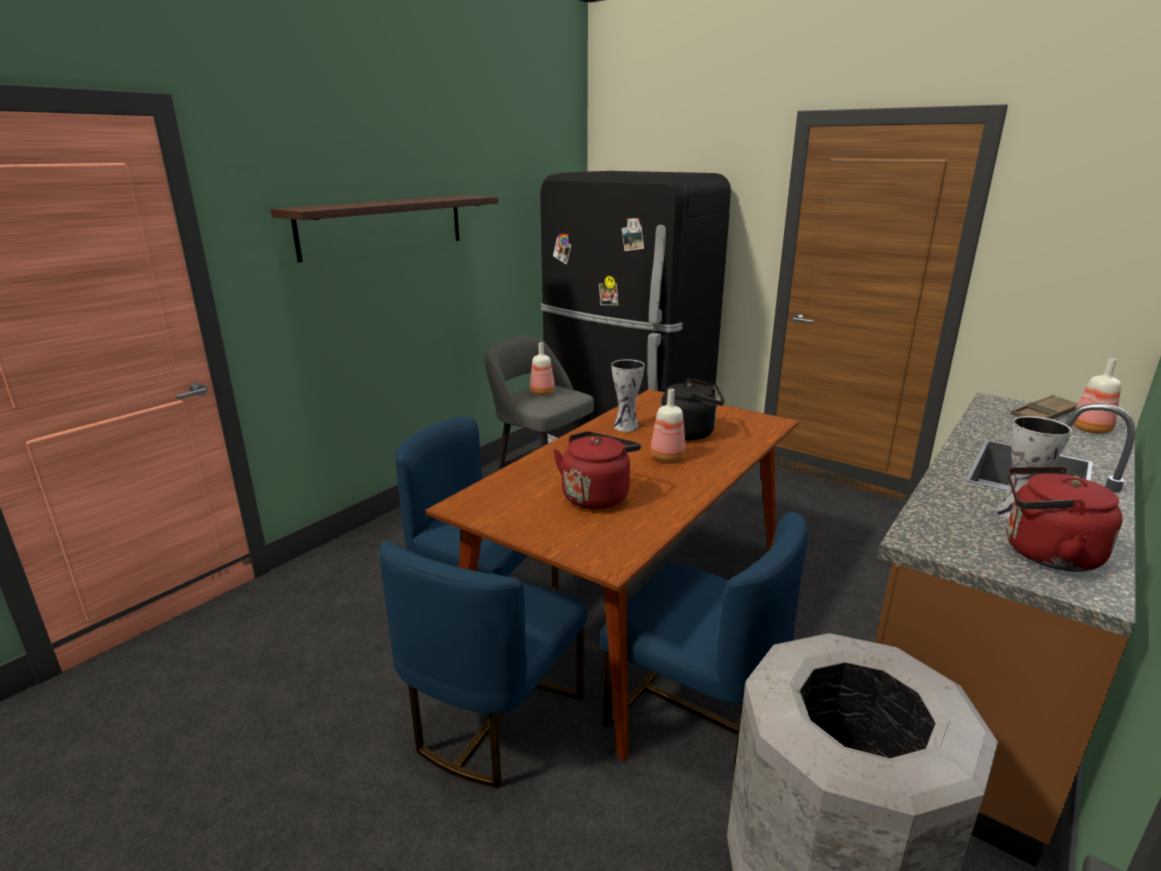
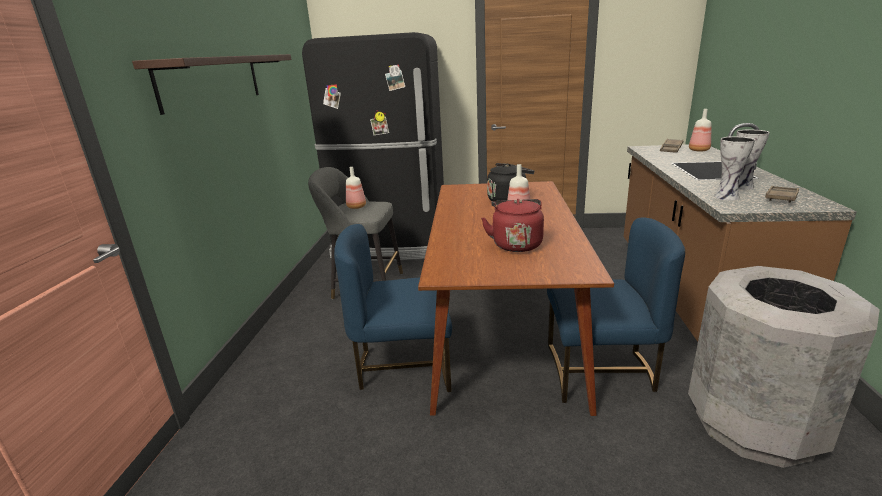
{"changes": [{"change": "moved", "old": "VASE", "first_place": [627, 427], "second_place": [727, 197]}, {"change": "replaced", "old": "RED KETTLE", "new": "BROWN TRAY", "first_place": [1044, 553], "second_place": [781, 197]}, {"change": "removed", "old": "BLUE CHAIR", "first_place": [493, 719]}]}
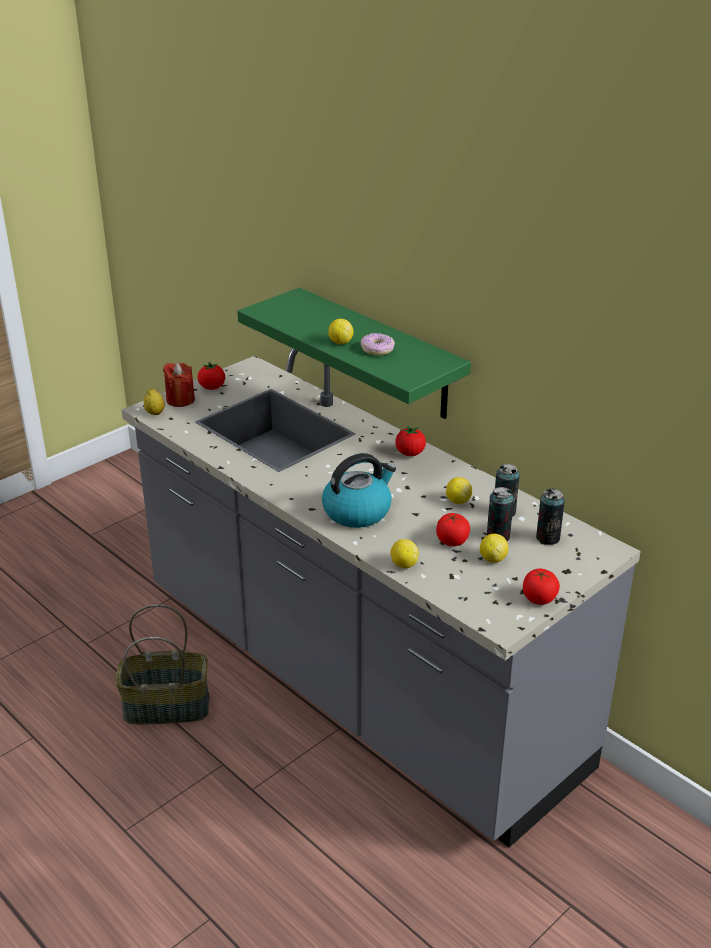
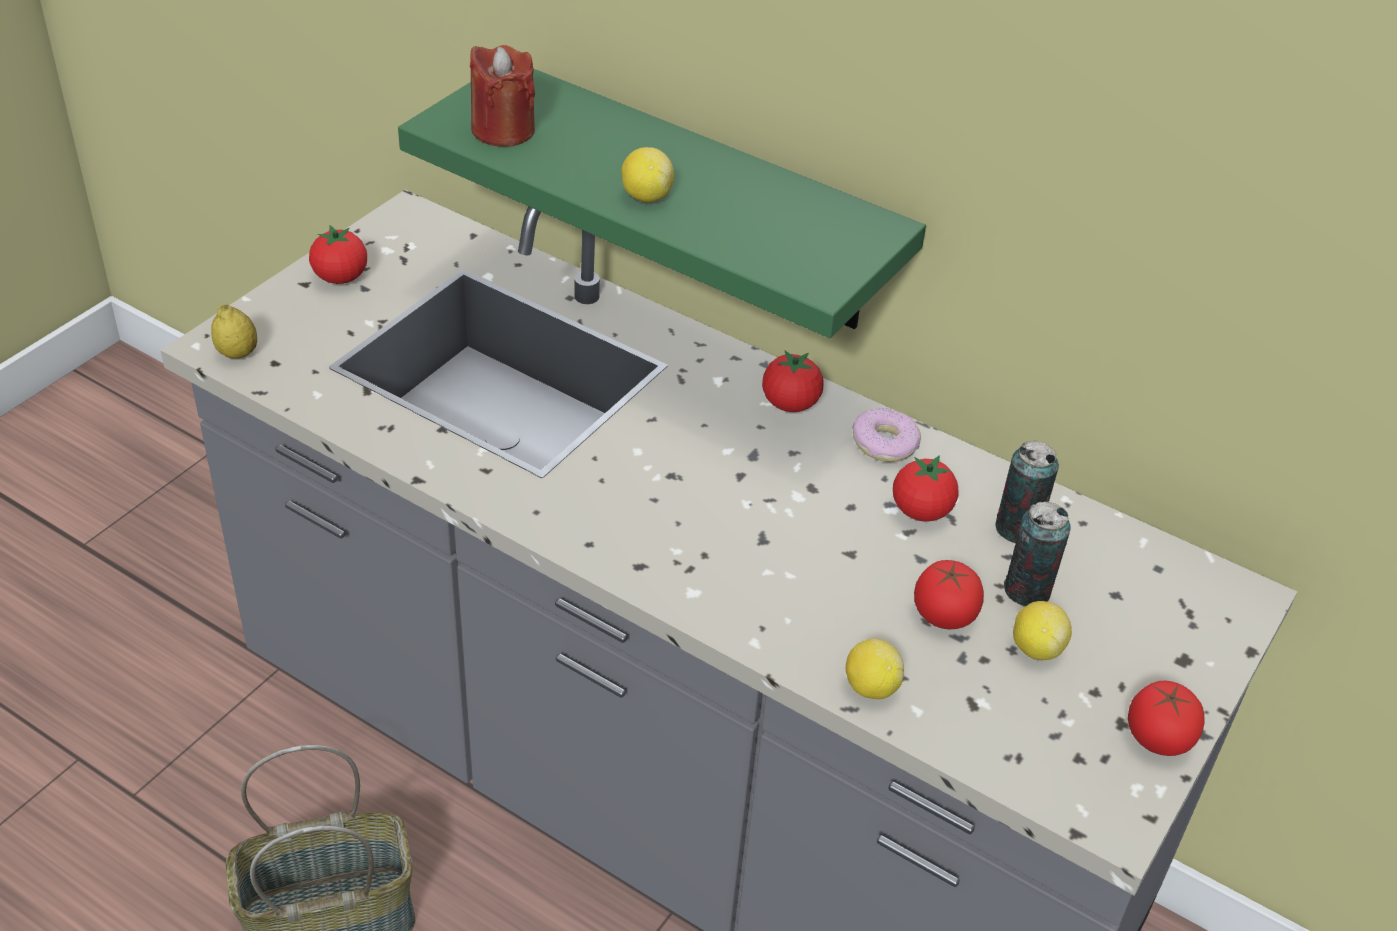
{"changes": [{"change": "moved", "old": "RED CANDLE", "first_place": [180, 400], "second_place": [503, 130]}, {"change": "moved", "old": "DONUT", "first_place": [377, 349], "second_place": [885, 443]}, {"change": "replaced", "old": "LEMON", "new": "TOMATO", "first_place": [458, 501], "second_place": [921, 511]}, {"change": "removed", "old": "KETTLE", "first_place": [357, 511]}, {"change": "removed", "old": "CAN", "first_place": [548, 538]}]}
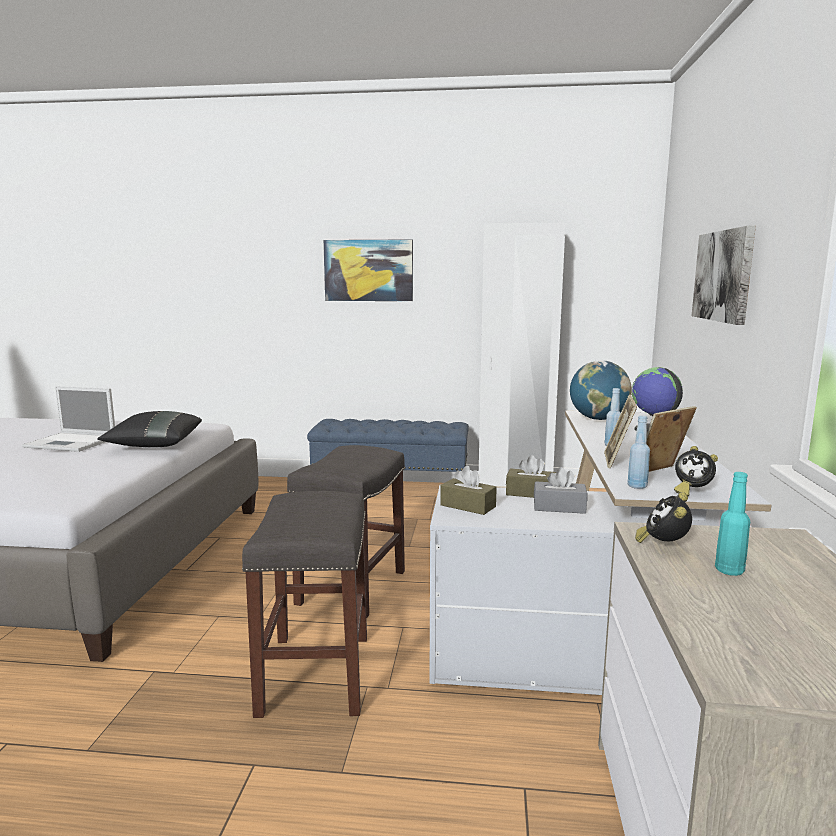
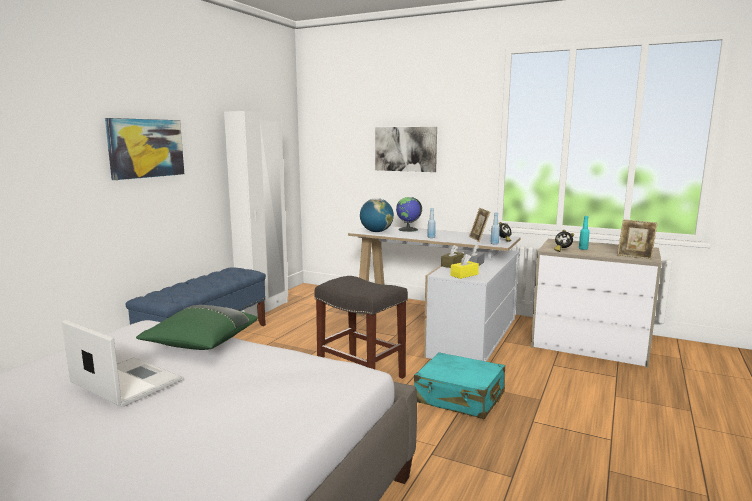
{"changes": [{"change": "turned", "old": "LAPTOP", "first_place": [72, 443], "second_place": [125, 382], "degrees": -90}, {"change": "recoloured", "old": "BLACK PILLOW", "new": "GREEN PILLOW", "first_place": [154, 444], "second_place": [200, 344]}, {"change": "replaced", "old": "GREY STOOL", "new": "TURQUOISE SUITCASE", "first_place": [316, 675], "second_place": [460, 398]}, {"change": "recoloured", "old": "BROWN TISSUE BOX", "new": "YELLOW TISSUE BOX", "first_place": [468, 506], "second_place": [464, 275]}, {"change": "moved", "old": "PICTURE FRAME", "first_place": [617, 461], "second_place": [635, 256]}]}
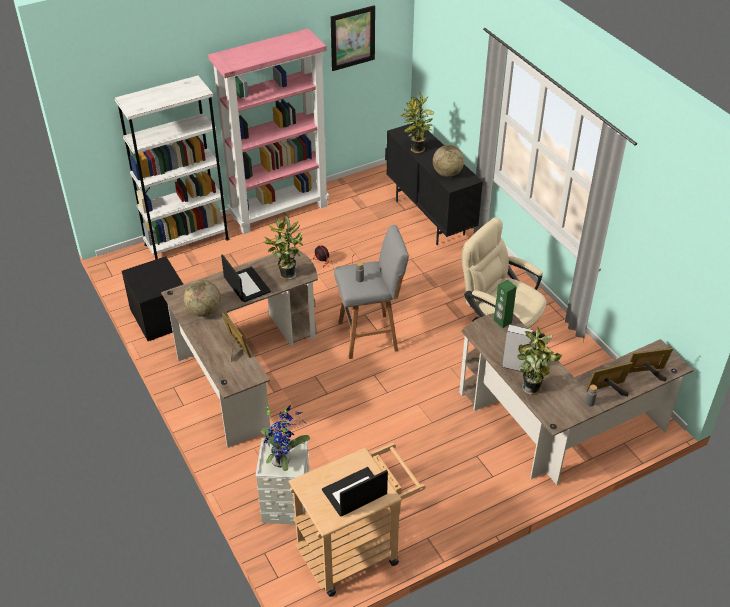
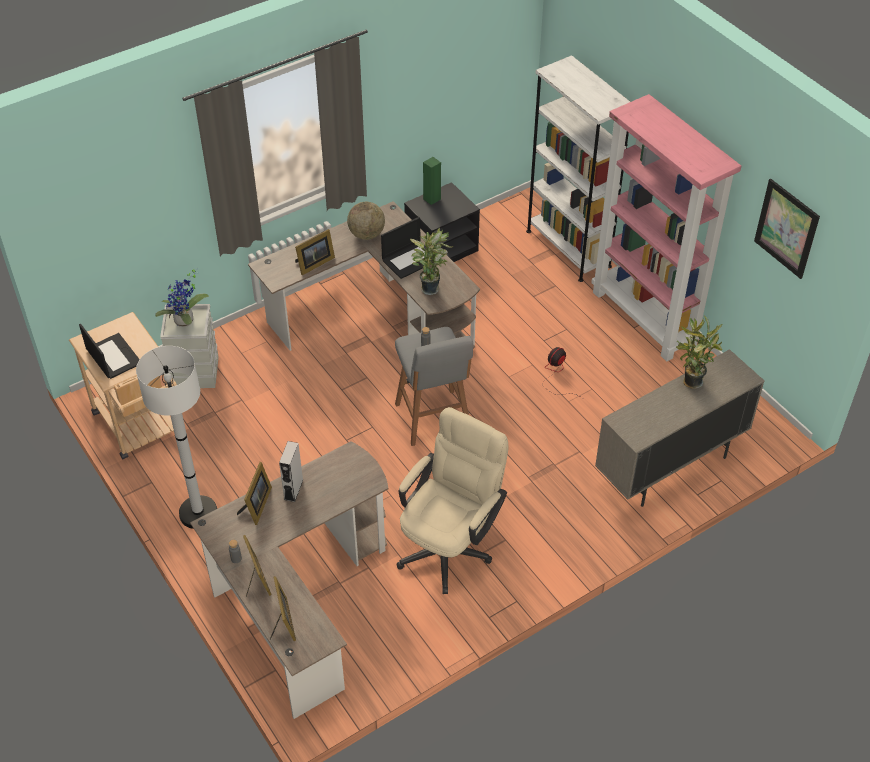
{"changes": [{"change": "added", "new": "WHITE FLOOR LAMP", "second_place": [198, 513]}, {"change": "replaced", "old": "POTTED PLANT", "new": "PICTURE FRAME", "first_place": [533, 390], "second_place": [257, 506]}, {"change": "moved", "old": "GREEN SPEAKER", "first_place": [502, 321], "second_place": [431, 199]}, {"change": "recoloured", "old": "BLACK CABINET", "new": "BEIGE CABINET", "first_place": [430, 218], "second_place": [669, 467]}, {"change": "removed", "old": "GLOBE", "first_place": [447, 173]}]}
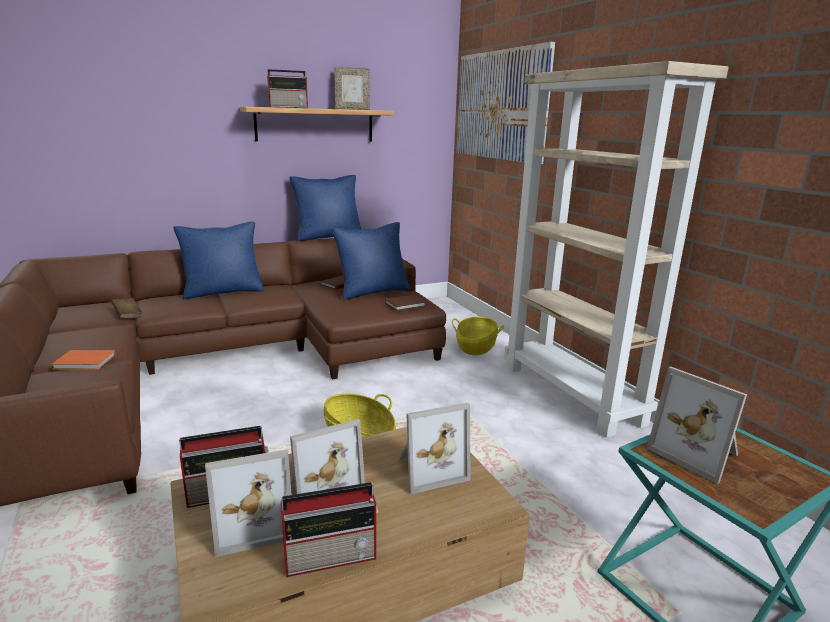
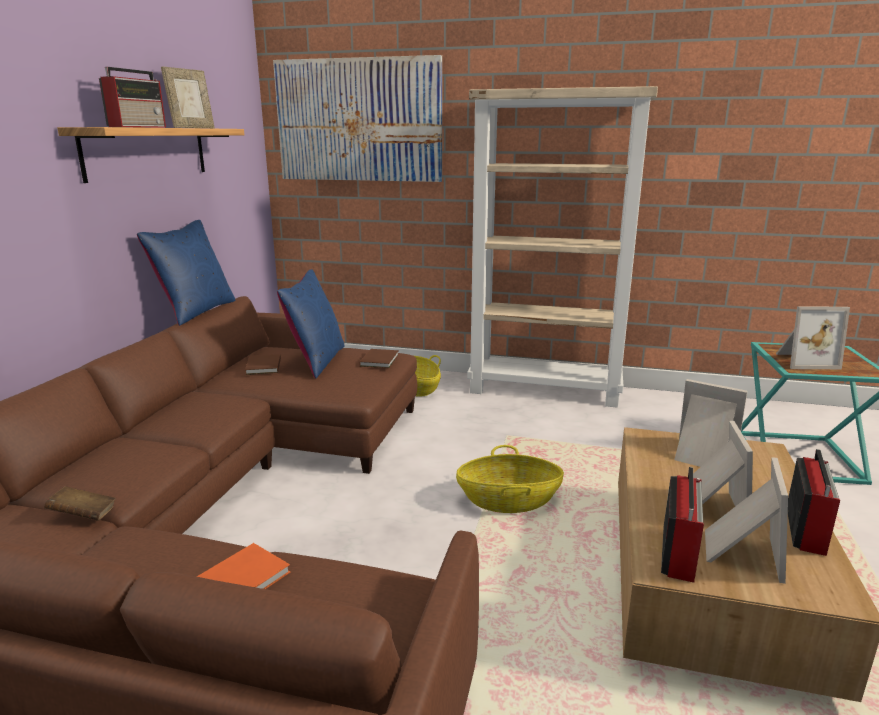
{"changes": [{"change": "turned", "old": "PICTURE FRAME", "first_place": [429, 469], "second_place": [702, 455], "degrees": -75}, {"change": "removed", "old": "BLUE PILLOW", "first_place": [223, 291]}]}
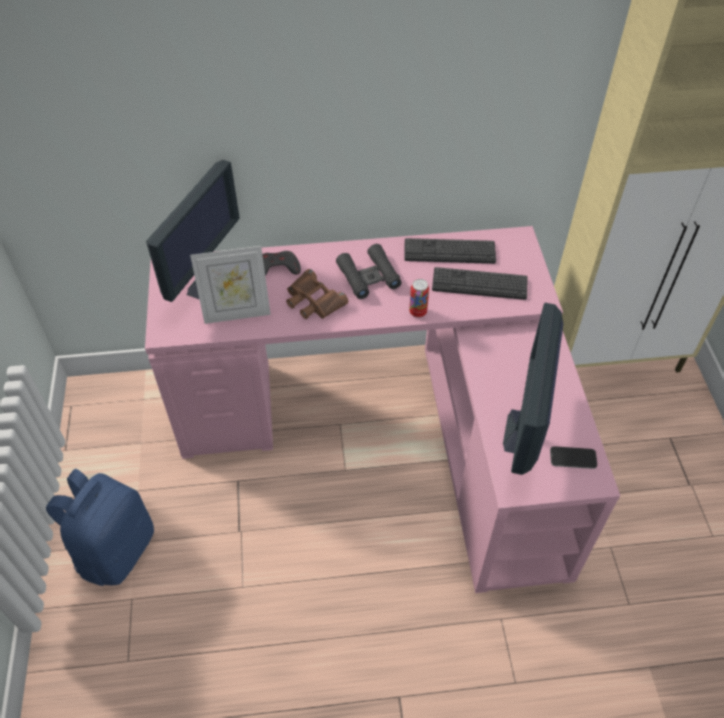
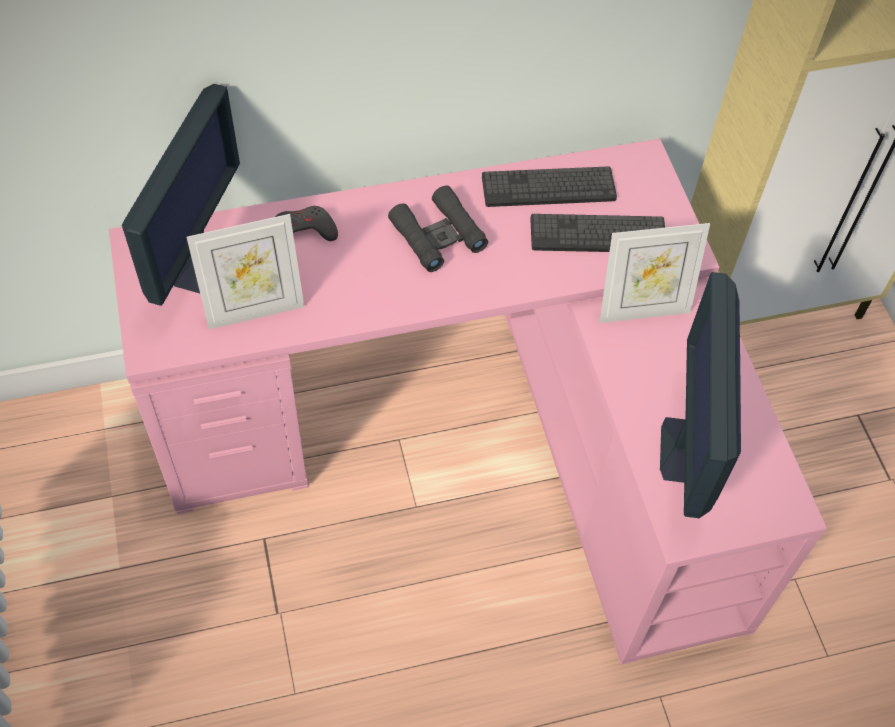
{"changes": [{"change": "added", "new": "PICTURE FRAME", "second_place": [642, 309]}, {"change": "removed", "old": "BLUE BACKPACK", "first_place": [115, 549]}, {"change": "removed", "old": "BROWN BINOCULARS", "first_place": [313, 301]}, {"change": "removed", "old": "CAN", "first_place": [418, 312]}, {"change": "removed", "old": "PHONE", "first_place": [573, 458]}]}
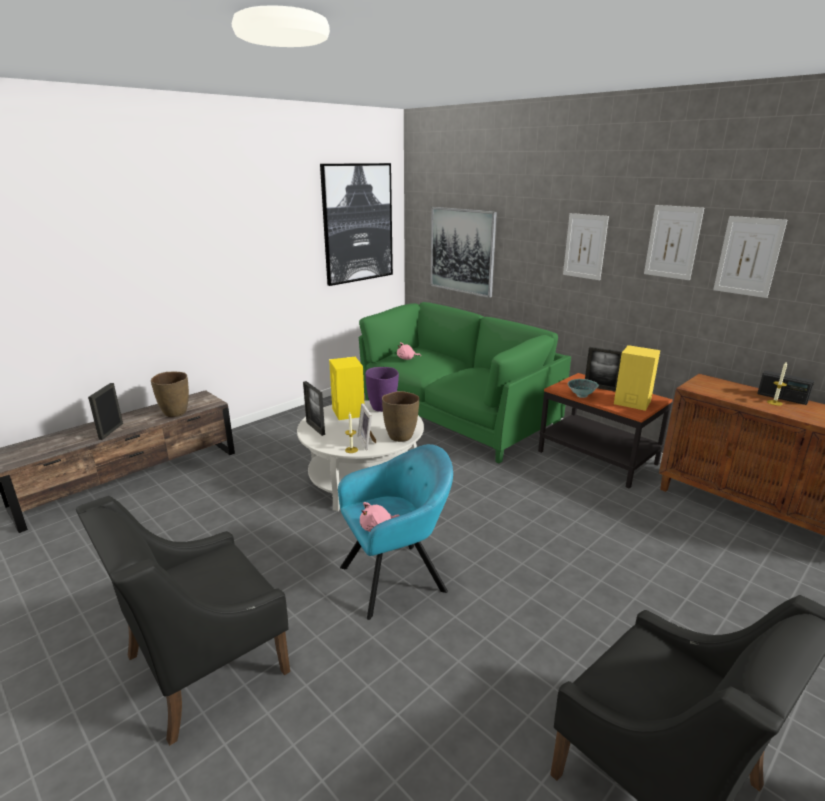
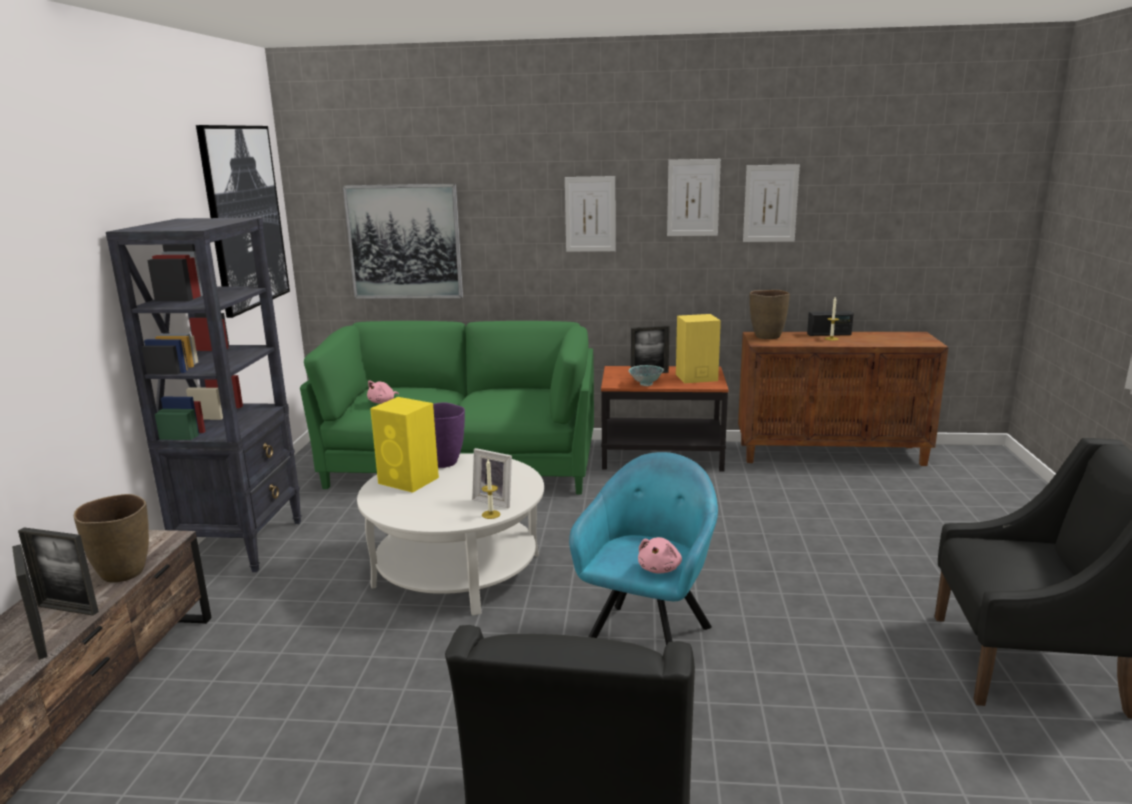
{"changes": [{"change": "moved", "old": "PICTURE FRAME", "first_place": [315, 428], "second_place": [68, 609]}, {"change": "added", "new": "BLACK BOOKCASE", "second_place": [243, 544]}, {"change": "moved", "old": "BROWN VASE", "first_place": [400, 436], "second_place": [766, 337]}]}
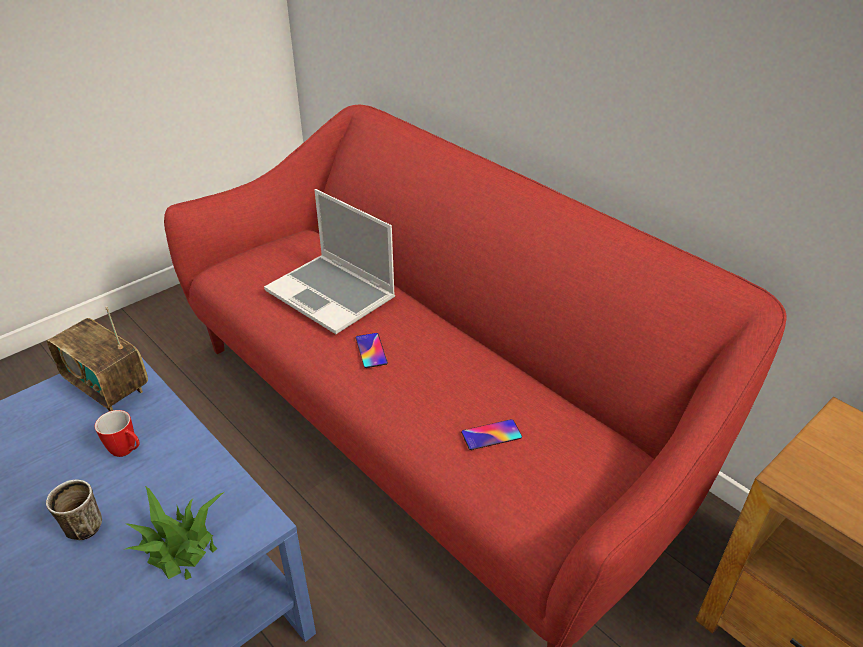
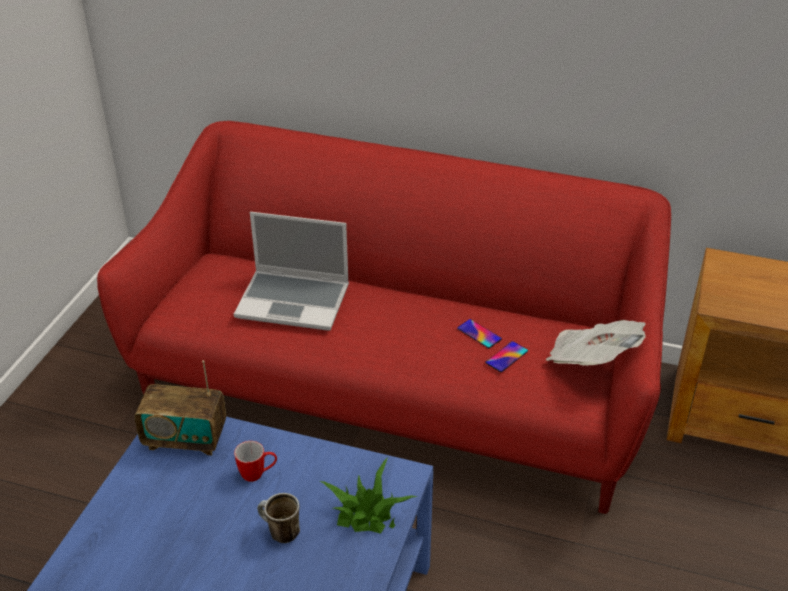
{"changes": [{"change": "moved", "old": "PHONE", "first_place": [371, 350], "second_place": [479, 334]}, {"change": "added", "new": "NEWSPAPER", "second_place": [591, 360]}]}
